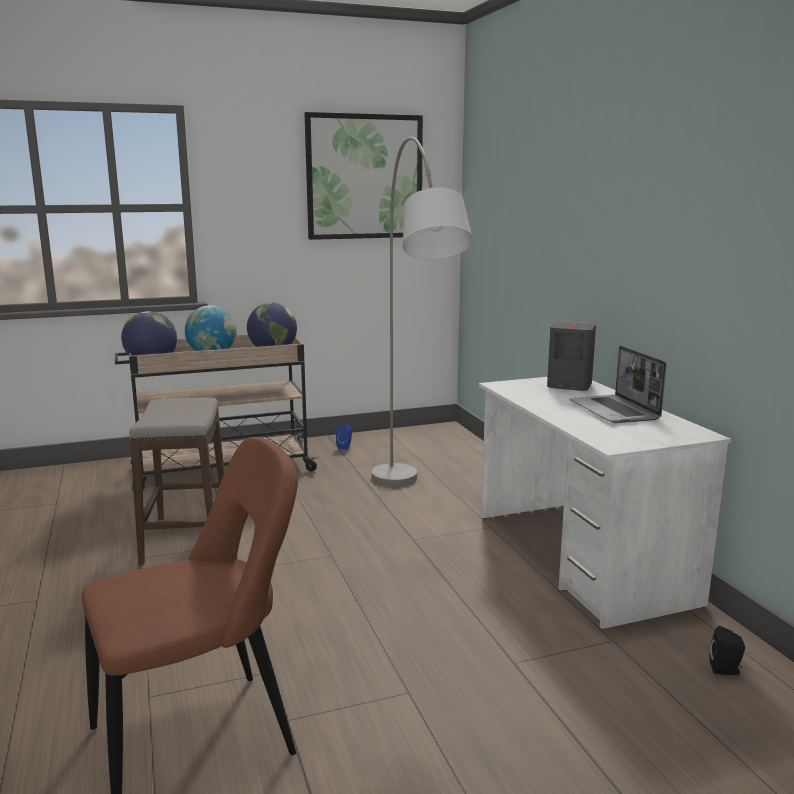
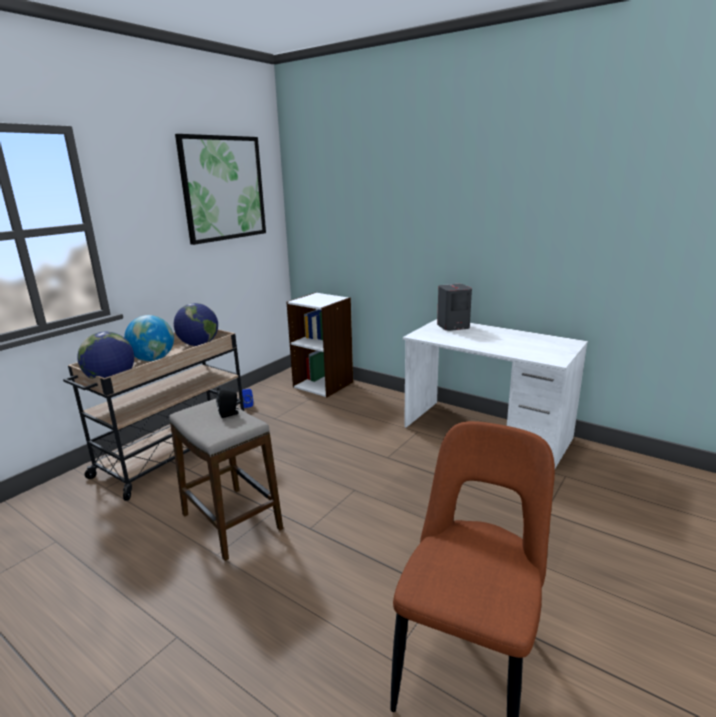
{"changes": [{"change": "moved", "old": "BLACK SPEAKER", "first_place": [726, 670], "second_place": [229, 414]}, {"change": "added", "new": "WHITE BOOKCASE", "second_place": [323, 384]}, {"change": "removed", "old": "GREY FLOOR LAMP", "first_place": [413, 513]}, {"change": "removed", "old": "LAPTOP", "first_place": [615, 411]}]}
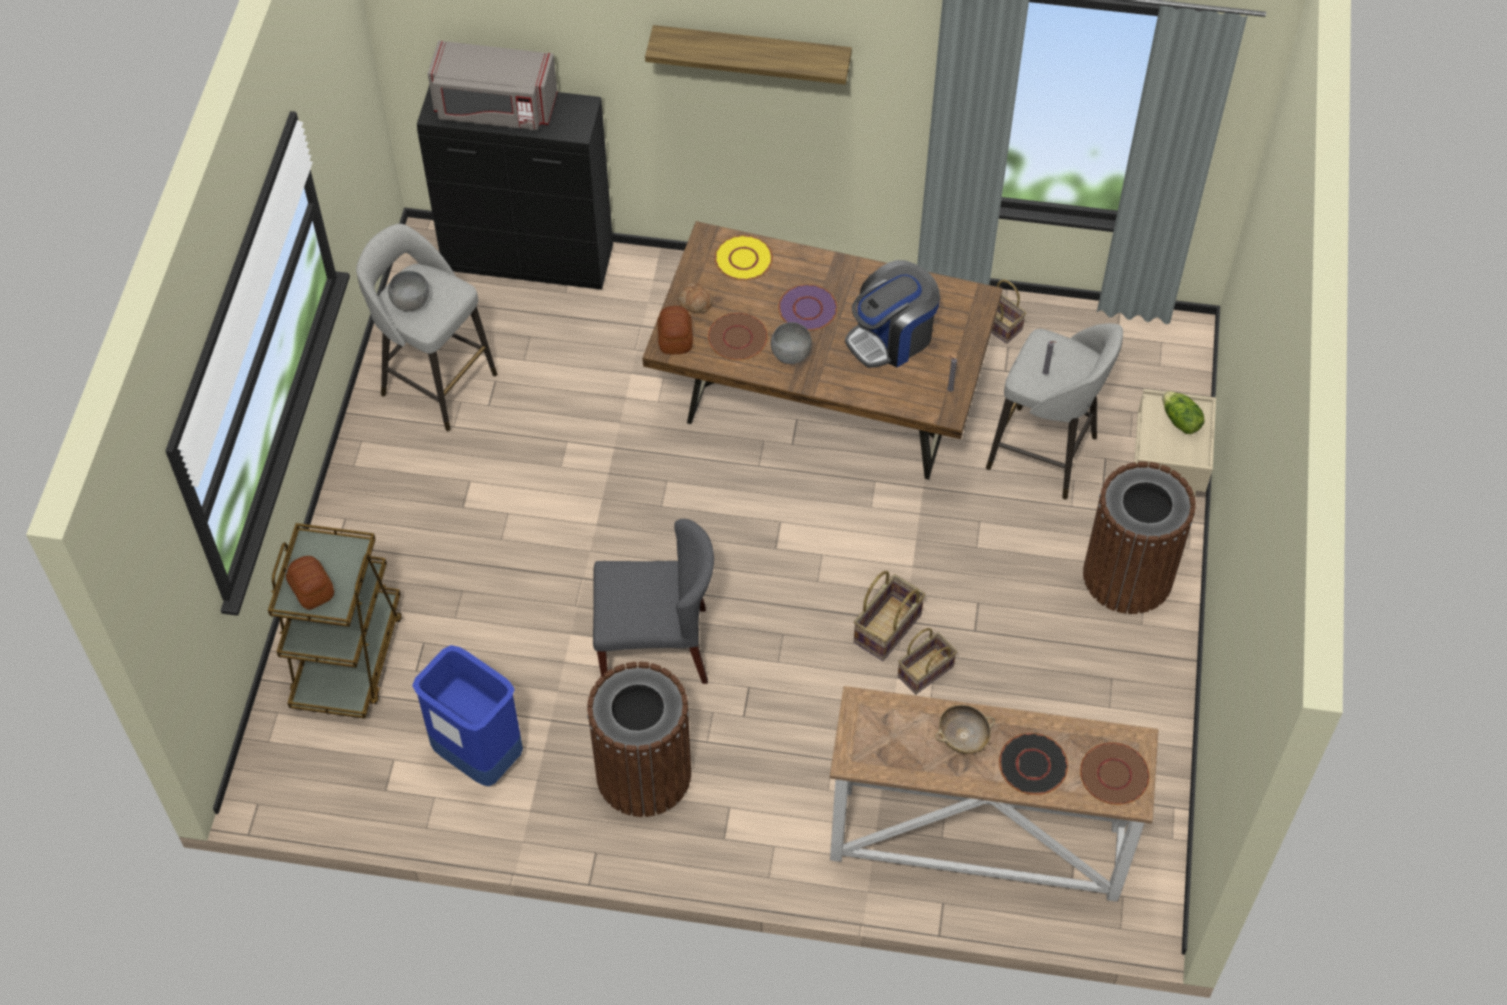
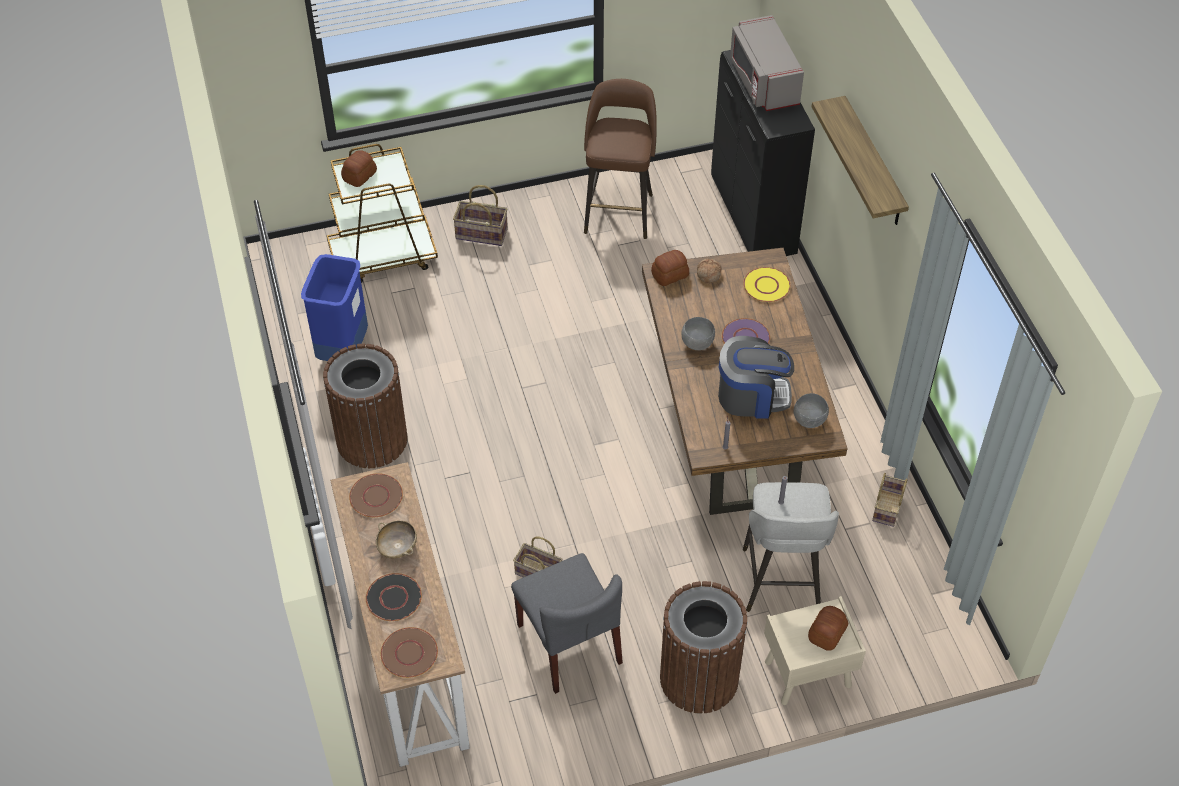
{"changes": [{"change": "moved", "old": "BROWN PLATE", "first_place": [737, 337], "second_place": [376, 496]}, {"change": "moved", "old": "BASKET", "first_place": [888, 629], "second_place": [481, 234]}, {"change": "moved", "old": "GREY CHAIR", "first_place": [655, 646], "second_place": [569, 644]}, {"change": "recoloured", "old": "GREY STOOL", "new": "BROWN STOOL", "first_place": [436, 383], "second_place": [619, 212]}, {"change": "turned", "old": "COFFEE MACHINE", "first_place": [891, 337], "second_place": [752, 396], "degrees": 150}, {"change": "moved", "old": "GREY BOWL", "first_place": [411, 302], "second_place": [810, 420]}, {"change": "replaced", "old": "LETTUCE", "new": "BREAD", "first_place": [1180, 421], "second_place": [826, 633]}]}
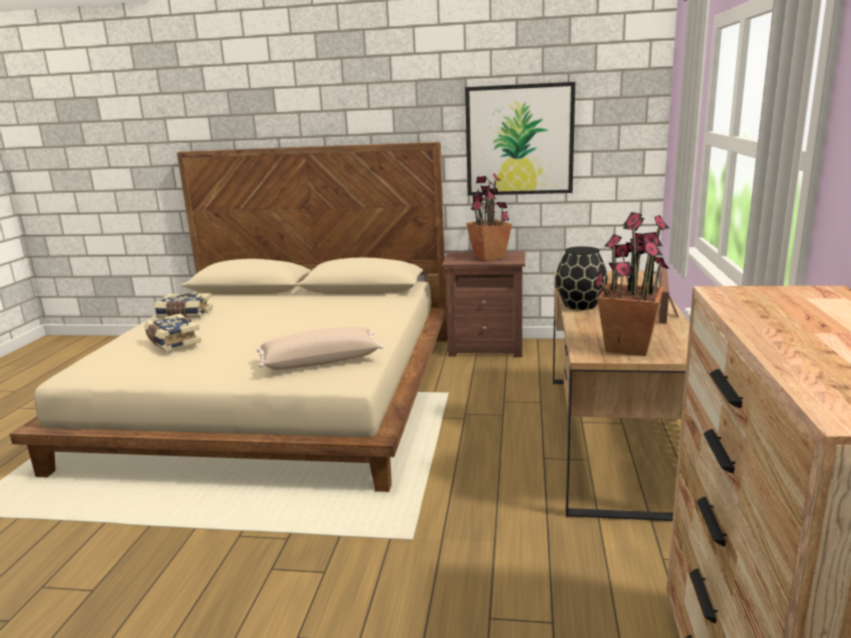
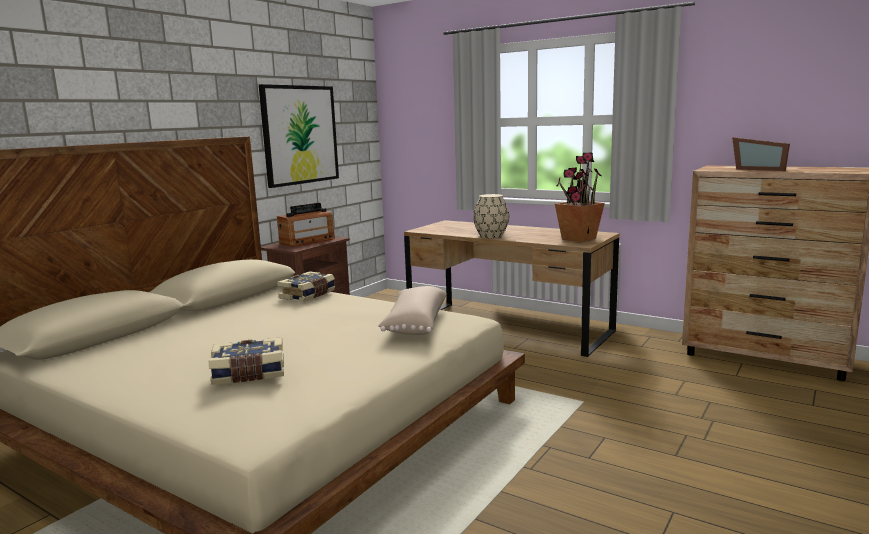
{"changes": [{"change": "replaced", "old": "POTTED PLANT", "new": "RADIO", "first_place": [489, 257], "second_place": [307, 241]}, {"change": "moved", "old": "BOOK", "first_place": [184, 315], "second_place": [308, 295]}, {"change": "recoloured", "old": "BLACK VASE", "new": "BEIGE VASE", "first_place": [580, 305], "second_place": [491, 236]}, {"change": "moved", "old": "PICTURE FRAME", "first_place": [668, 314], "second_place": [759, 169]}]}
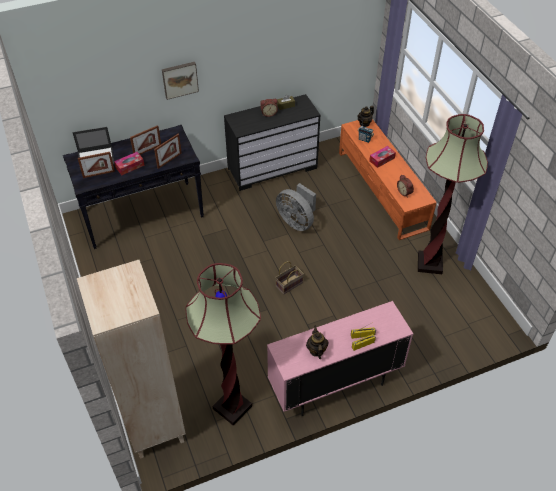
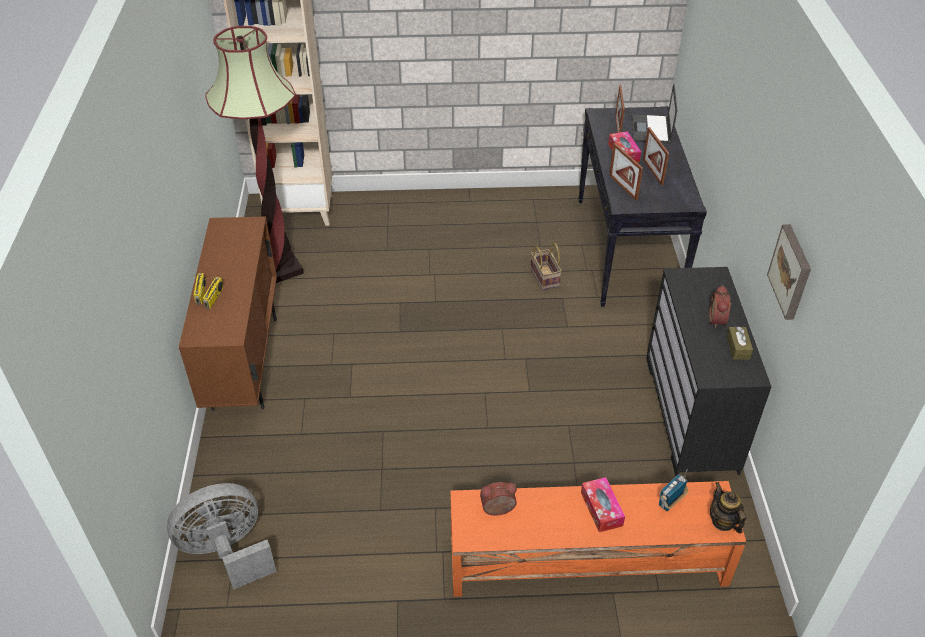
{"changes": [{"change": "moved", "old": "GREY FAN", "first_place": [297, 221], "second_place": [228, 551]}, {"change": "recoloured", "old": "PINK CABINET", "new": "BROWN CABINET", "first_place": [334, 385], "second_place": [245, 363]}, {"change": "moved", "old": "BASKET", "first_place": [289, 283], "second_place": [545, 277]}, {"change": "moved", "old": "PICTURE", "first_place": [180, 79], "second_place": [792, 271]}, {"change": "removed", "old": "TEAPOT", "first_place": [316, 350]}, {"change": "removed", "old": "FLOOR LAMP", "first_place": [429, 263]}]}
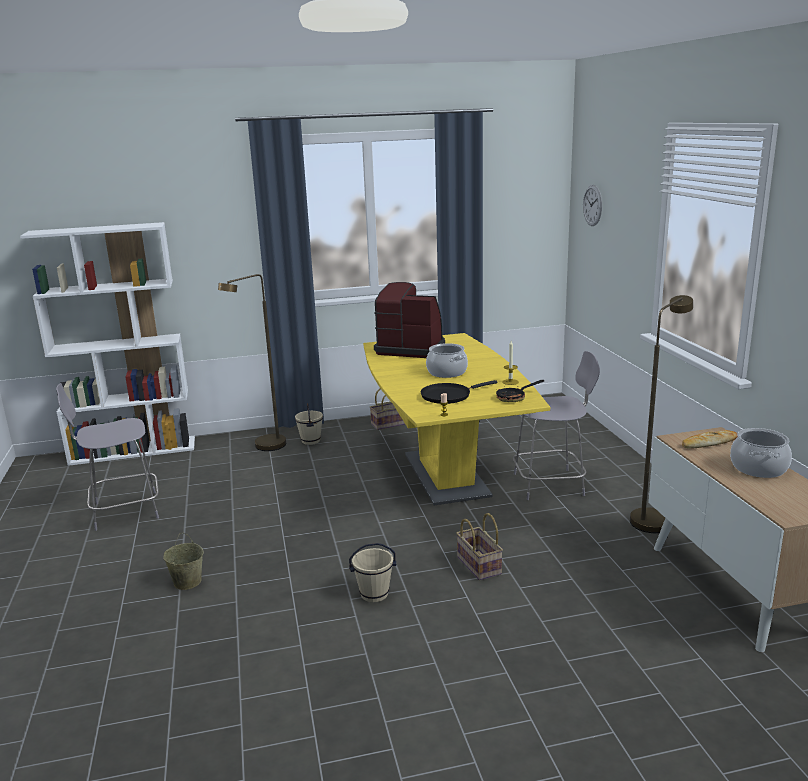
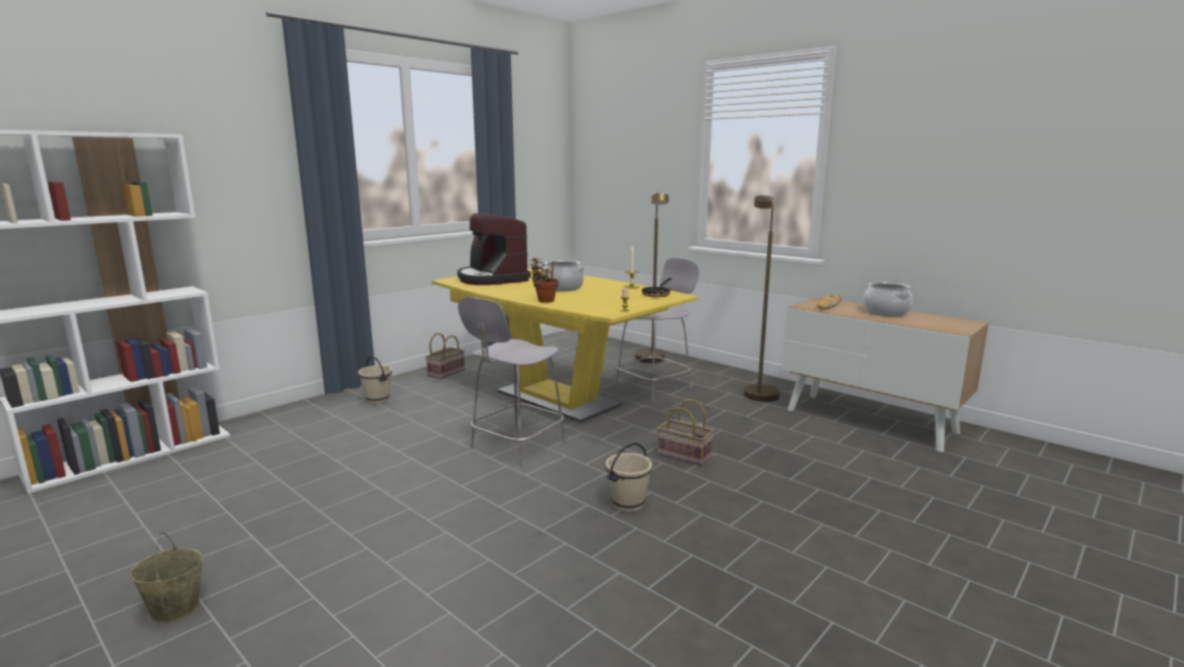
{"changes": [{"change": "moved", "old": "BEIGE BUCKET", "first_place": [187, 582], "second_place": [174, 608]}, {"change": "turned", "old": "COFFEE MACHINE", "first_place": [411, 349], "second_place": [492, 279], "degrees": -105}, {"change": "moved", "old": "GREY CHAIR", "first_place": [123, 511], "second_place": [516, 446]}, {"change": "added", "new": "POTTED PLANT", "second_place": [544, 300]}, {"change": "moved", "old": "BROWN FLOOR LAMP", "first_place": [265, 448], "second_place": [651, 361]}, {"change": "removed", "old": "BLACK FRYING PAN", "first_place": [448, 396]}, {"change": "removed", "old": "WALL CLOCK", "first_place": [592, 205]}]}
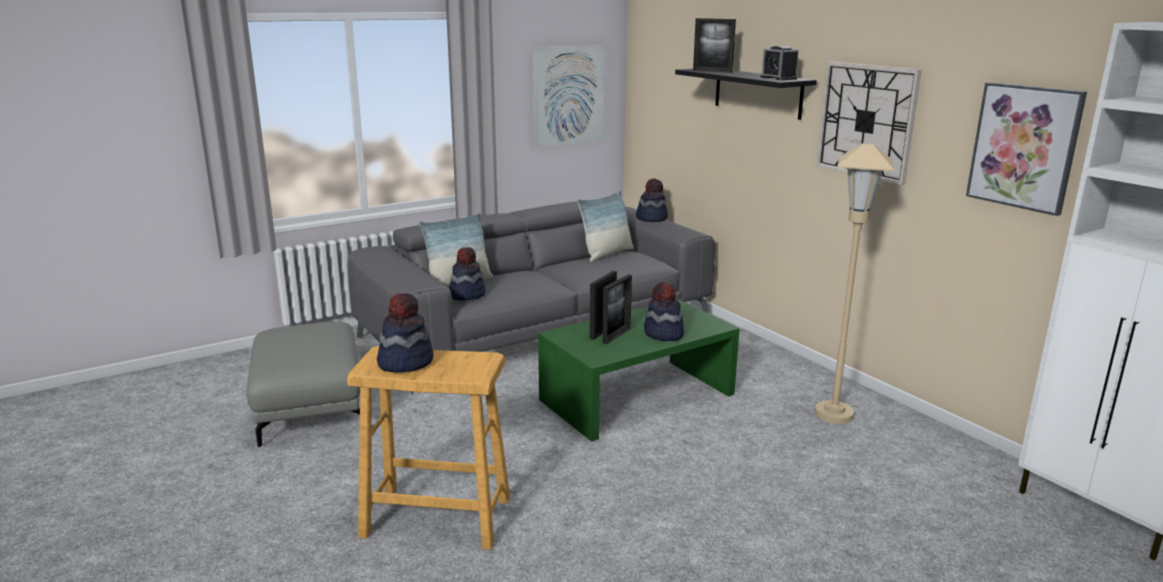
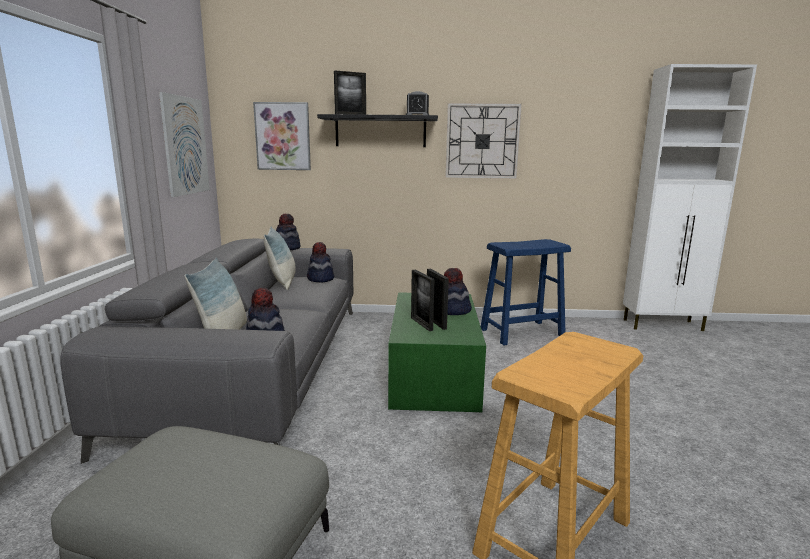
{"changes": [{"change": "moved", "old": "PICTURE", "first_place": [1024, 147], "second_place": [283, 136]}, {"change": "moved", "old": "HAT", "first_place": [405, 362], "second_place": [320, 279]}, {"change": "replaced", "old": "BEIGE FLOOR LAMP", "new": "BLUE STOOL", "first_place": [834, 414], "second_place": [522, 332]}]}
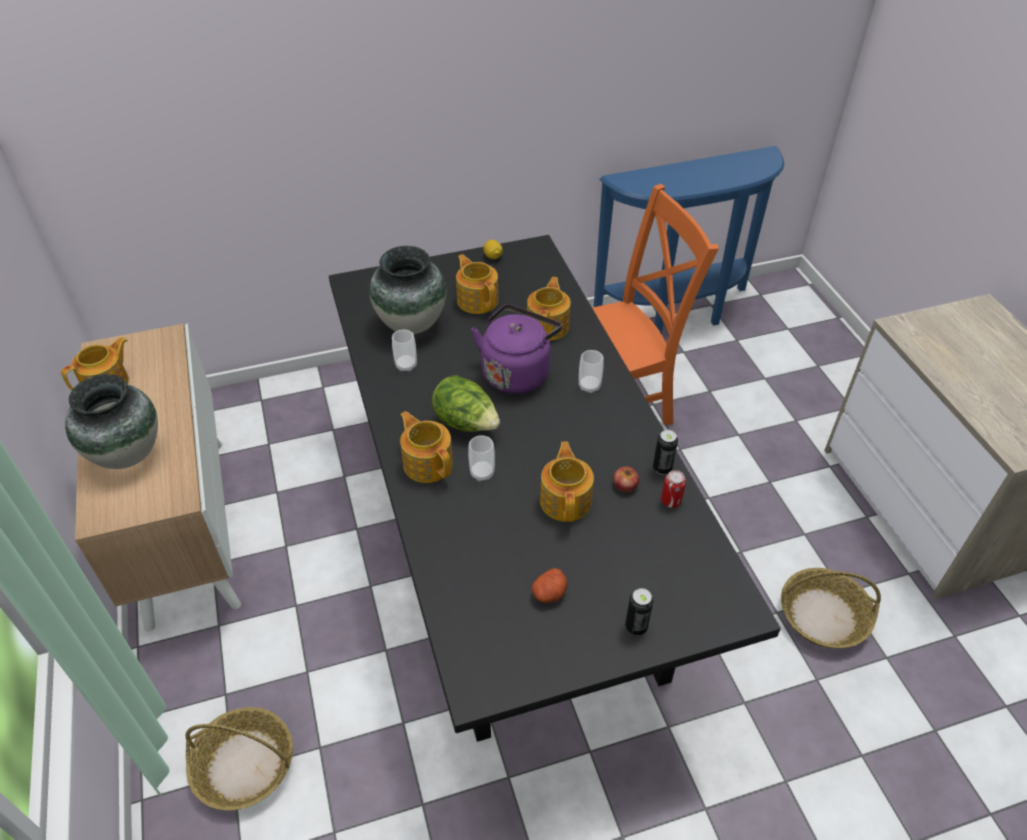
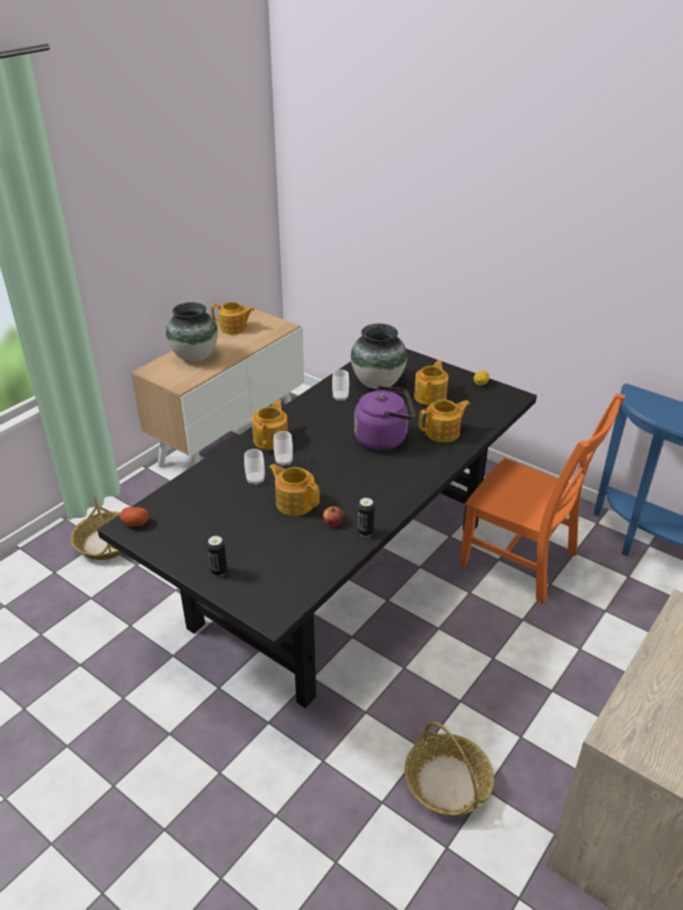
{"changes": [{"change": "moved", "old": "POTATO", "first_place": [549, 593], "second_place": [134, 523]}, {"change": "moved", "old": "CUP", "first_place": [589, 386], "second_place": [255, 480]}, {"change": "turned", "old": "TEAPOT", "first_place": [566, 500], "second_place": [295, 502], "degrees": -105}, {"change": "removed", "old": "LETTUCE", "first_place": [466, 423]}, {"change": "removed", "old": "CAN", "first_place": [671, 500]}]}
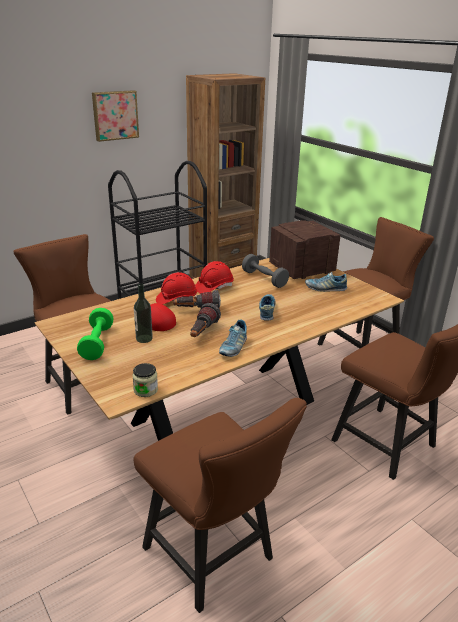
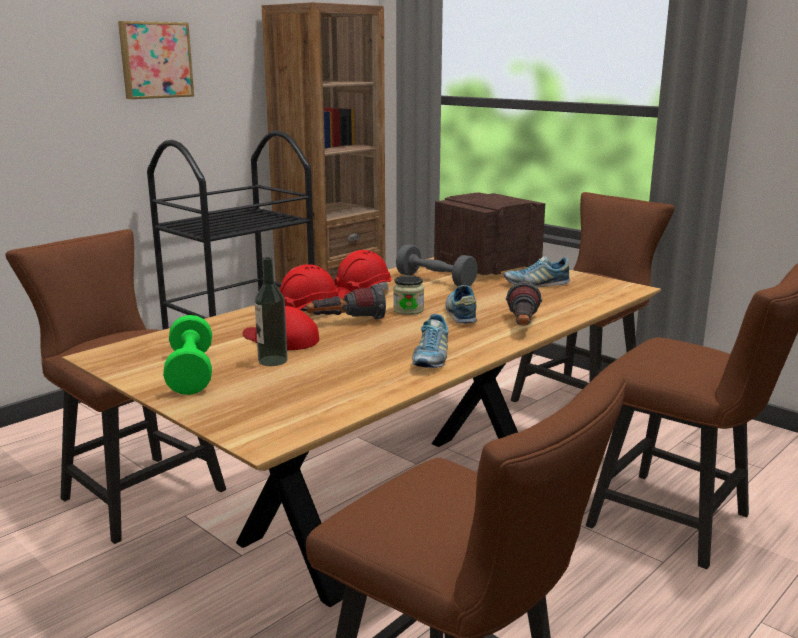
{"changes": [{"change": "moved", "old": "JAR", "first_place": [145, 390], "second_place": [408, 310]}, {"change": "moved", "old": "FLASHLIGHT", "first_place": [202, 332], "second_place": [522, 326]}]}
